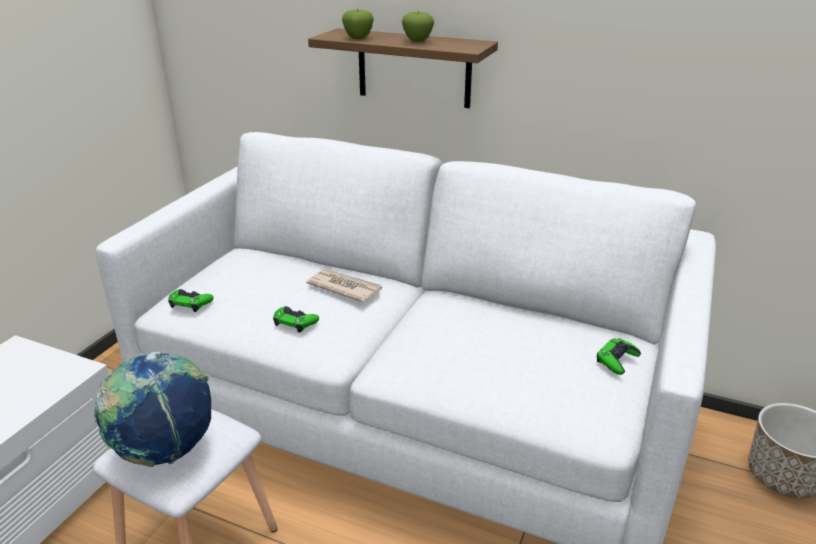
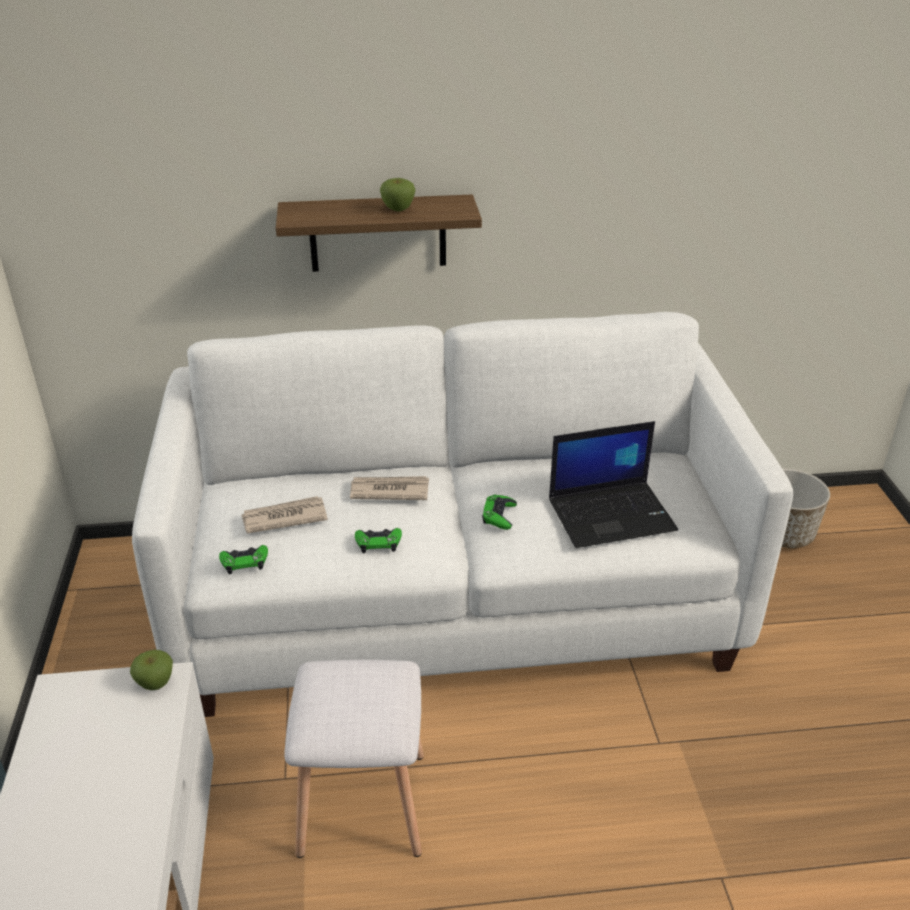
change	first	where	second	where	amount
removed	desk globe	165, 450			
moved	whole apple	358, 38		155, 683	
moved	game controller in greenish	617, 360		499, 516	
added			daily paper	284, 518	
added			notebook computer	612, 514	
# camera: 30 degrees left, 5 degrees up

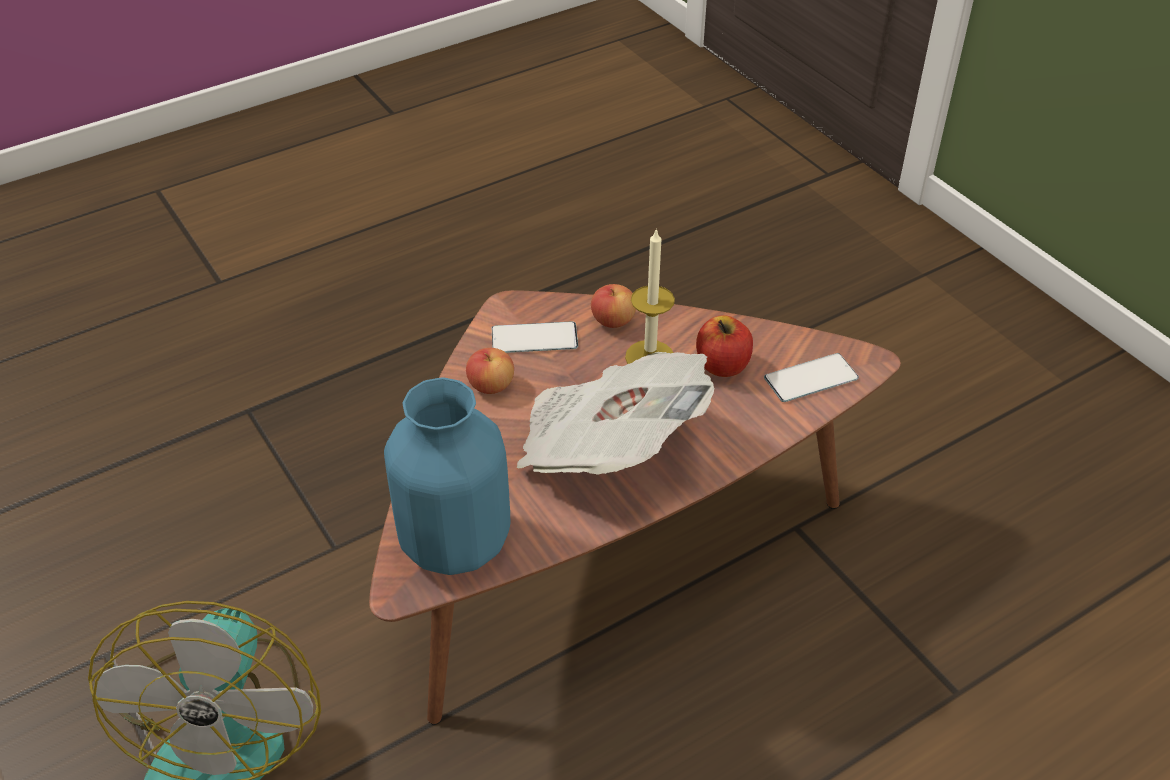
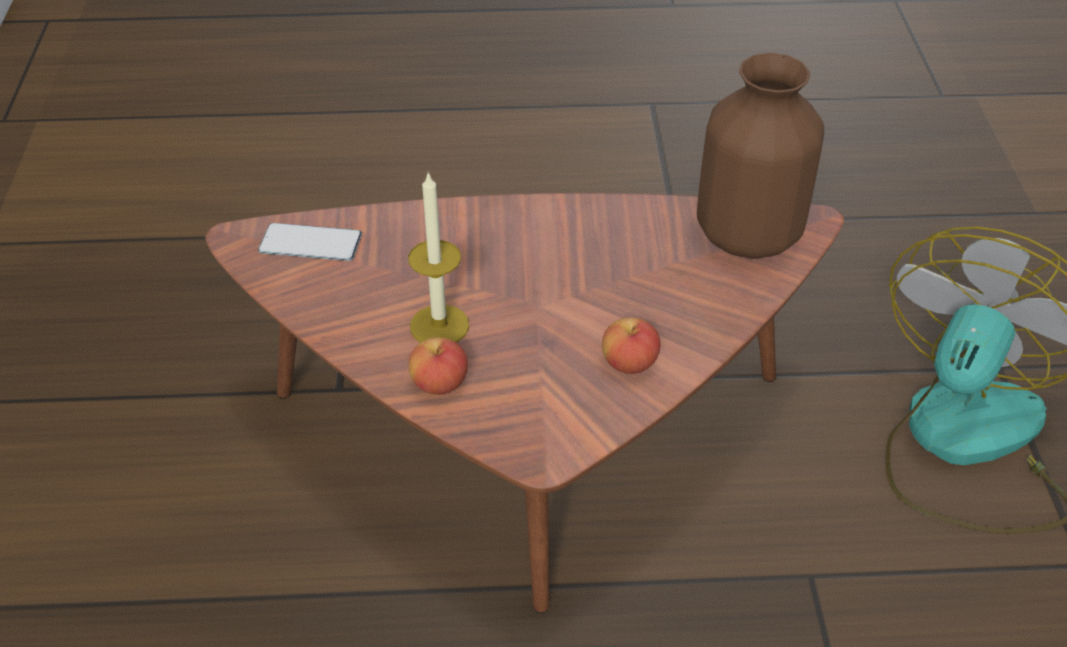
change	first	where	second	where	amount
recoloured	flower vase in blue	454, 542	flower vase in brownish	749, 237	
removed	phone	534, 338			
removed	daily paper	608, 447			
removed	whole apple	722, 365			
# camera: 150 degrees left, 0 degrees up

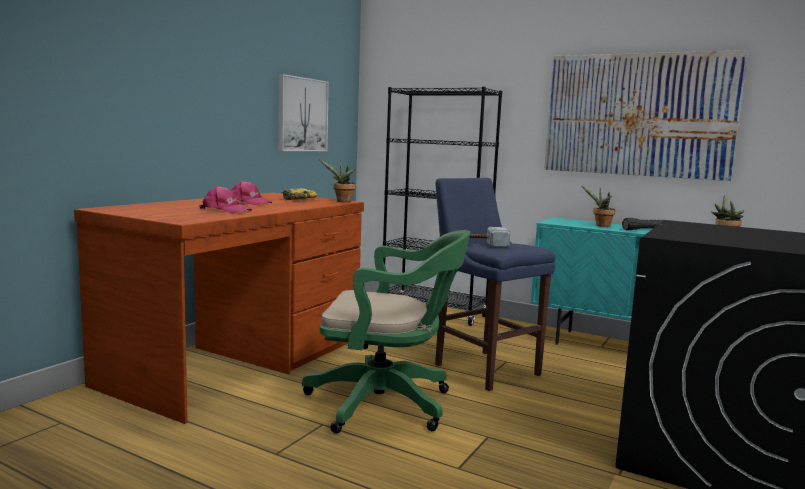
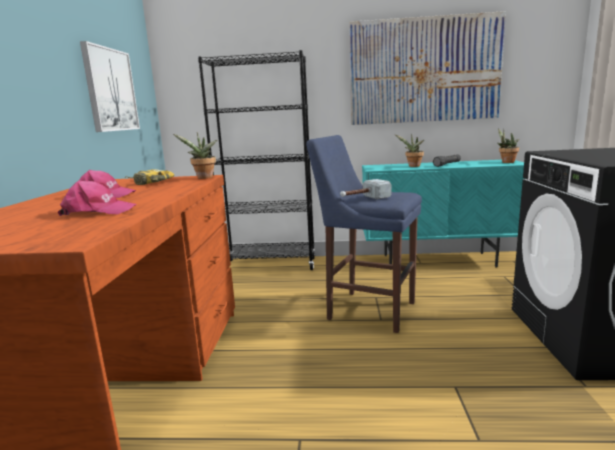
change	first	where	second	where	amount
removed	desk chair in greenish	387, 404			
# camera: 25 degrees left, 5 degrees up

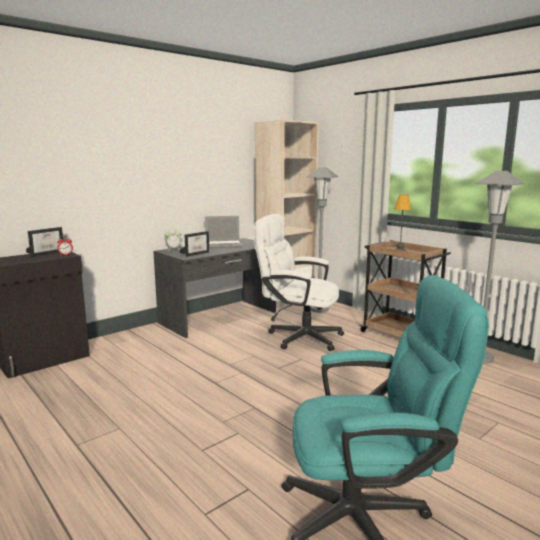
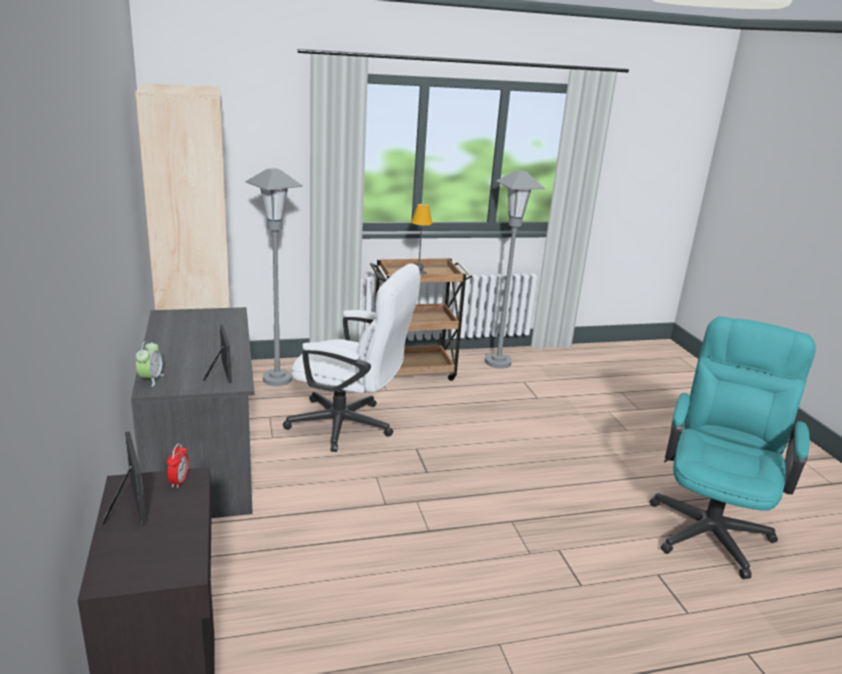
change	first	where	second	where	amount
removed	notebook computer	224, 245			
turned	desk chair in white-coloured	298, 336		350, 426	120 degrees counterclockwise
# camera: 65 degrees left, 10 degrees up

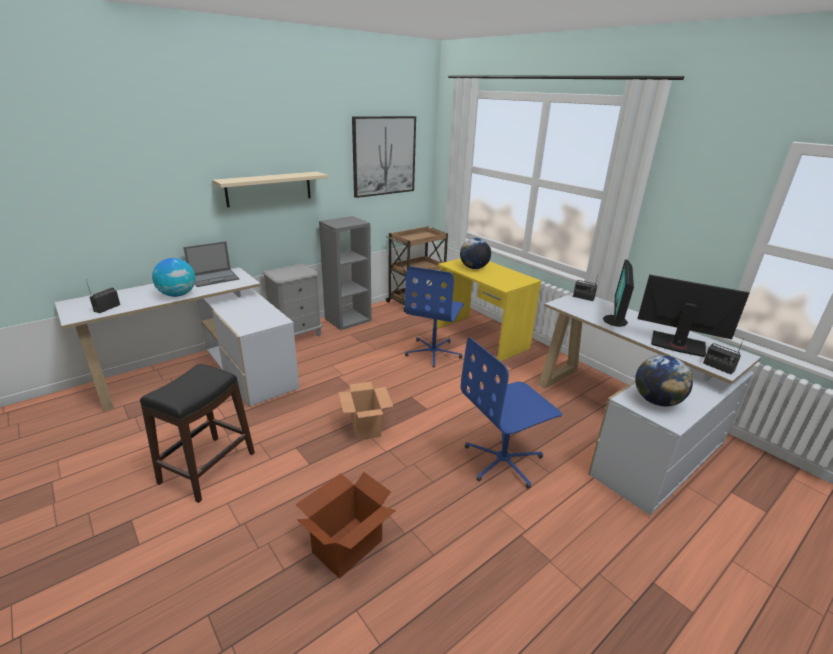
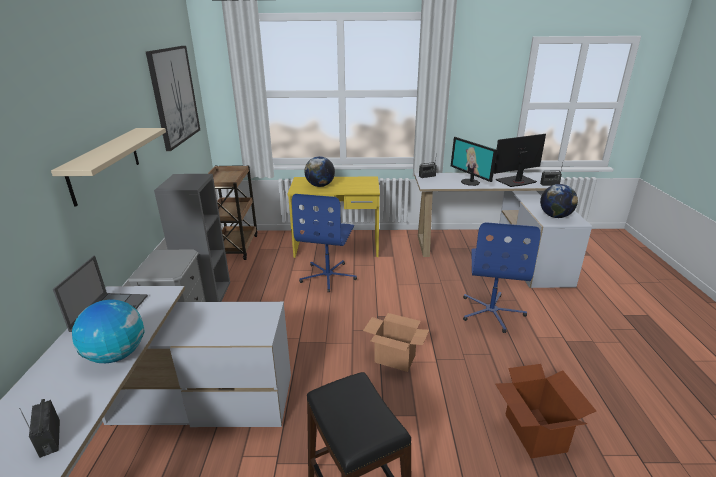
change	first	where	second	where	amount
turned	desk chair in blue	434, 352		328, 276	45 degrees clockwise
# camera: 50 degrees left, 0 degrees up

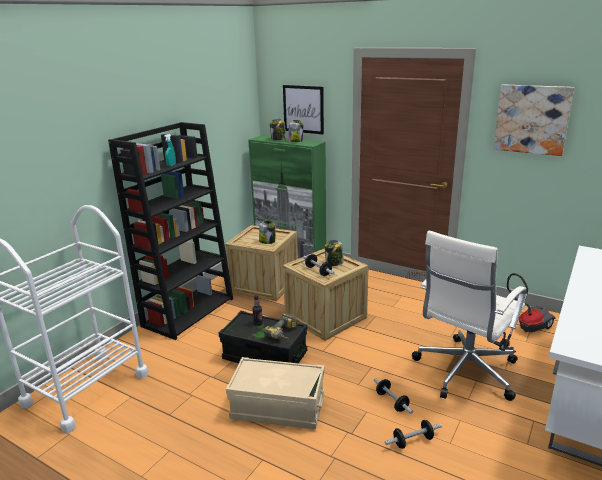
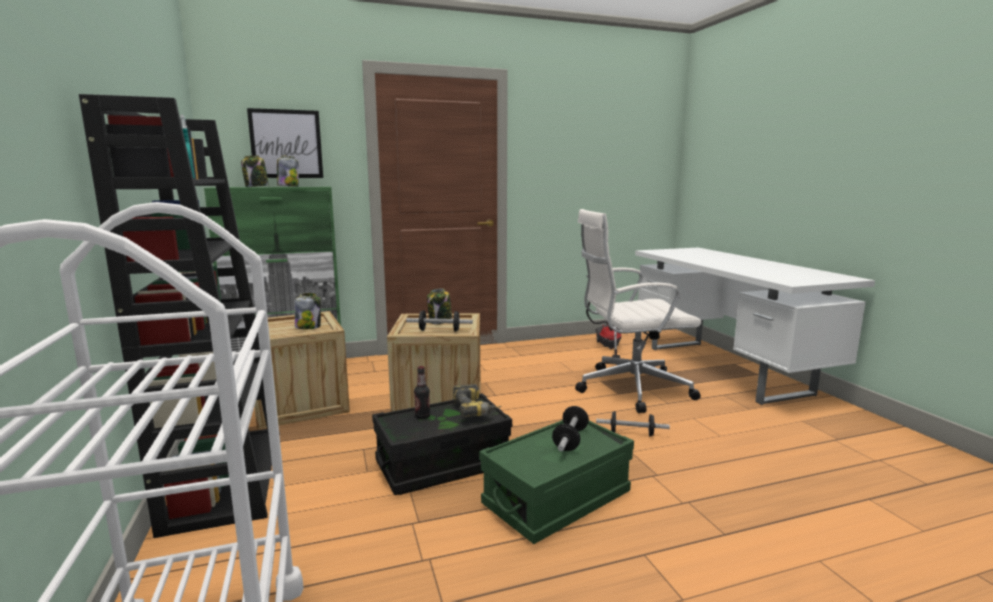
change	first	where	second	where	amount
recoloured	storage box in beige-coloured	278, 408	storage box in greenish	556, 499	
moved	hand weight	413, 441		570, 440	
turned	desk chair in white-coloured	464, 372		629, 388	90 degrees clockwise
removed	picture	532, 119			
# camera: 50 degrees left, 10 degrees down

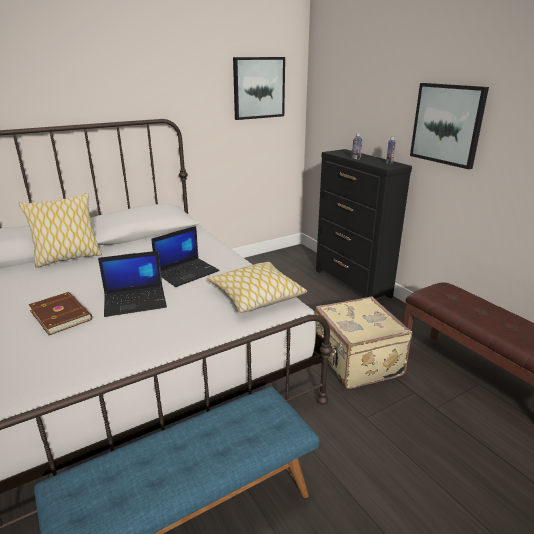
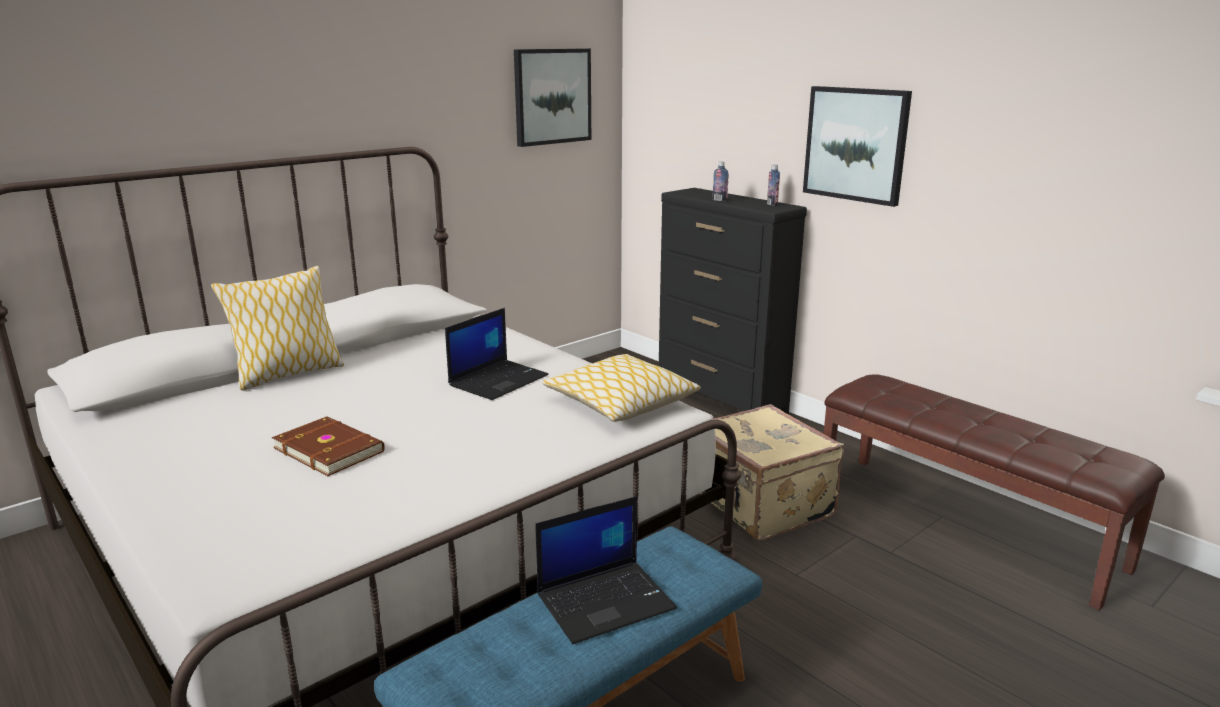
change	first	where	second	where	amount
moved	notebook computer	136, 301		606, 601	
# camera: 10 degrees left, 5 degrees down

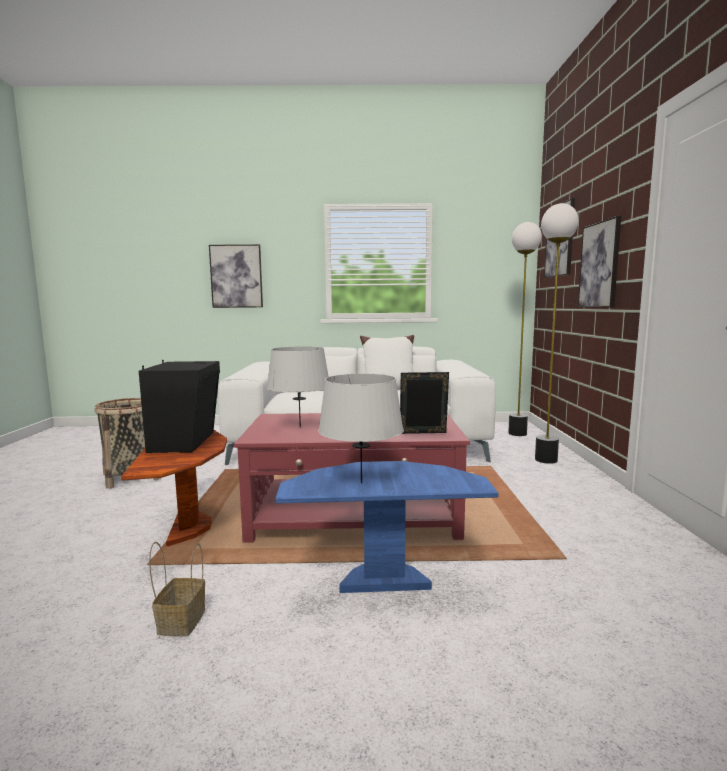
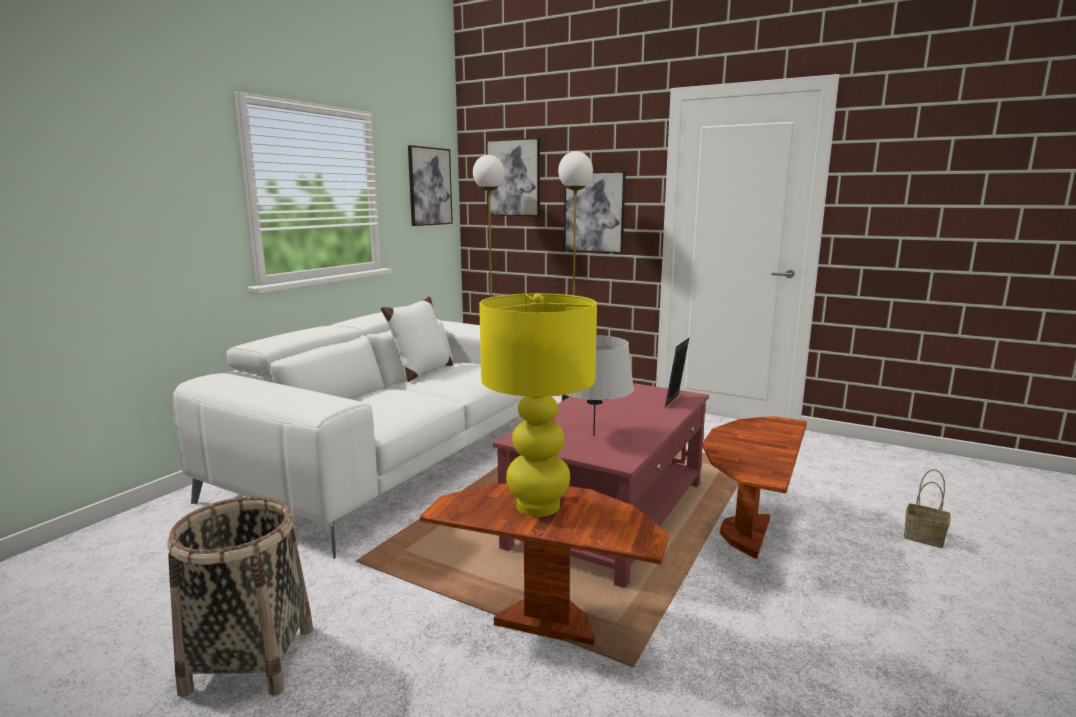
change	first	where	second	where	amount
replaced	audio speaker in black-coloured	186, 441	tabletop lamp in yellow	537, 506	
moved	basket	181, 620		922, 537	
moved	picture	236, 276		429, 186	
recoloured	side table in blue	384, 581	side table in brownish	748, 535	
removed	tabletop lamp in gray	361, 483			
# camera: 60 degrees left, 5 degrees up

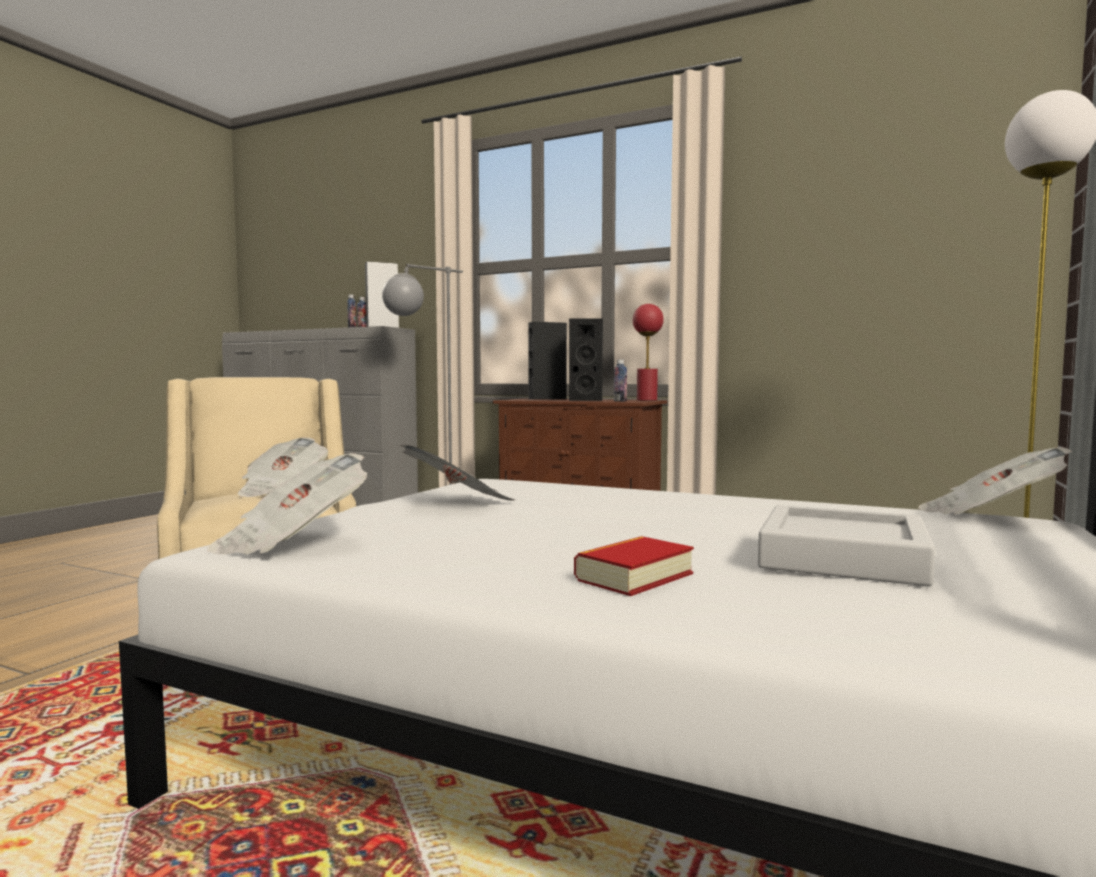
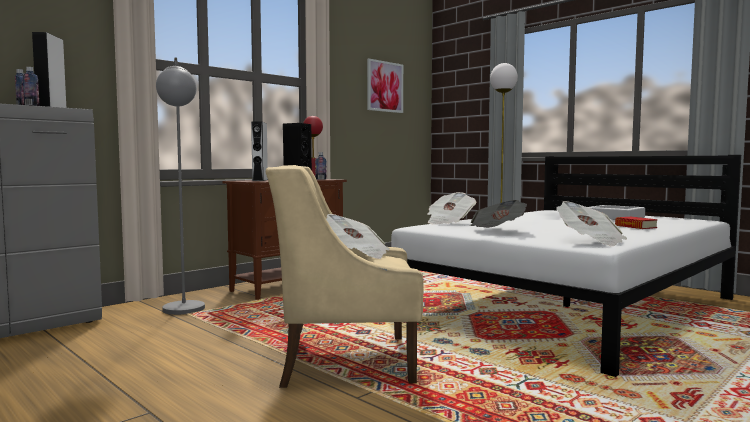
change	first	where	second	where	amount
recoloured	audio speaker in black-coloured	547, 399	audio speaker in white-coloured	260, 180	
moved	daily paper	988, 515		449, 222	
added			picture	384, 86	
# camera: 70 degrees left, 0 degrees up

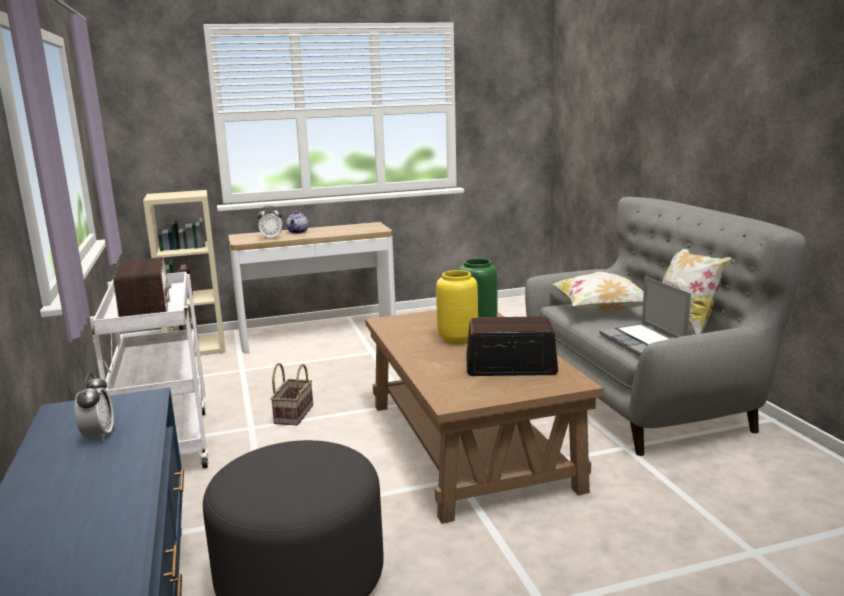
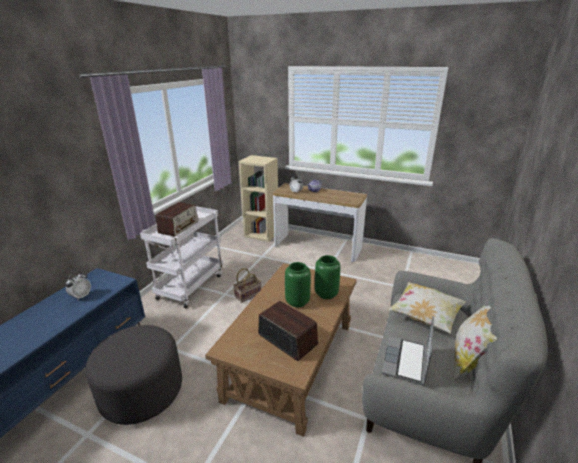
change	first	where	second	where	amount
recoloured	flower vase in yellow	457, 339	flower vase in greenish	297, 301	
# camera: 40 degrees right, 10 degrees up

